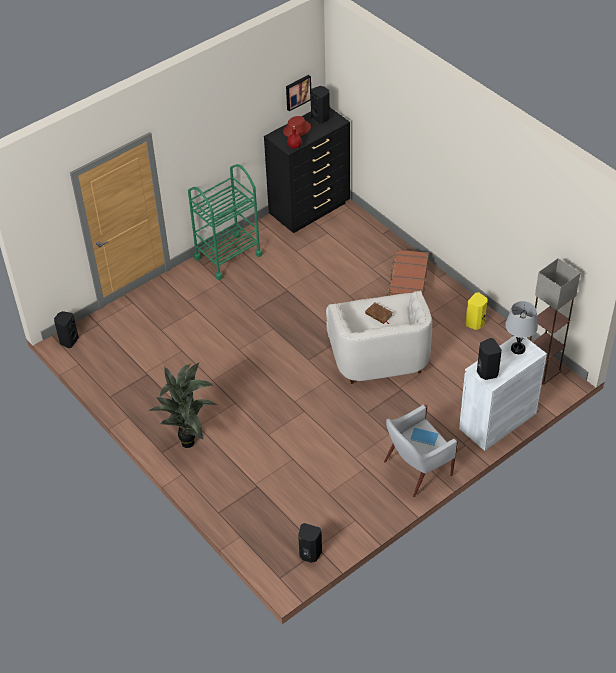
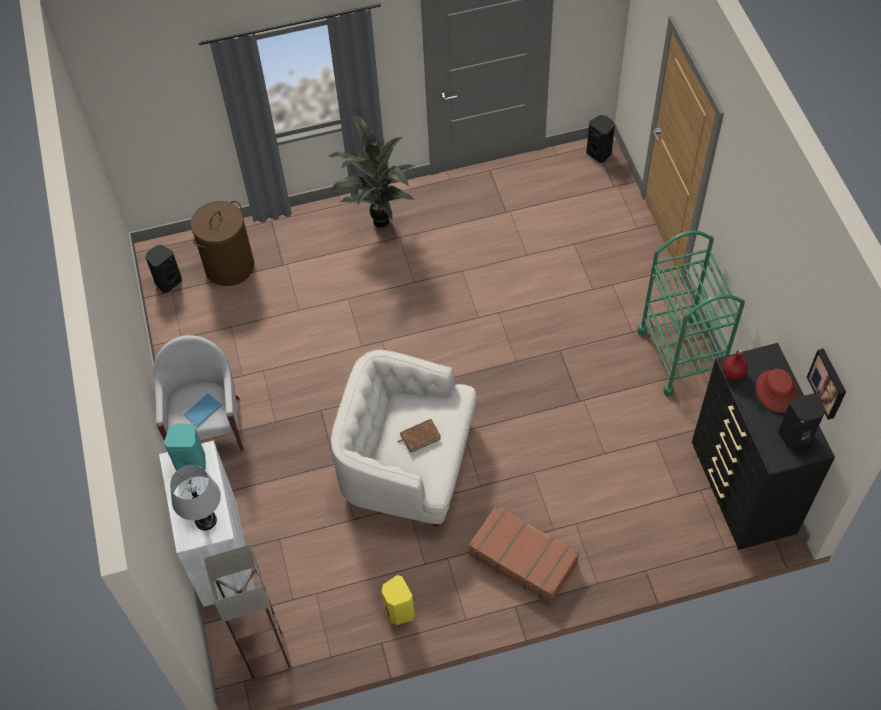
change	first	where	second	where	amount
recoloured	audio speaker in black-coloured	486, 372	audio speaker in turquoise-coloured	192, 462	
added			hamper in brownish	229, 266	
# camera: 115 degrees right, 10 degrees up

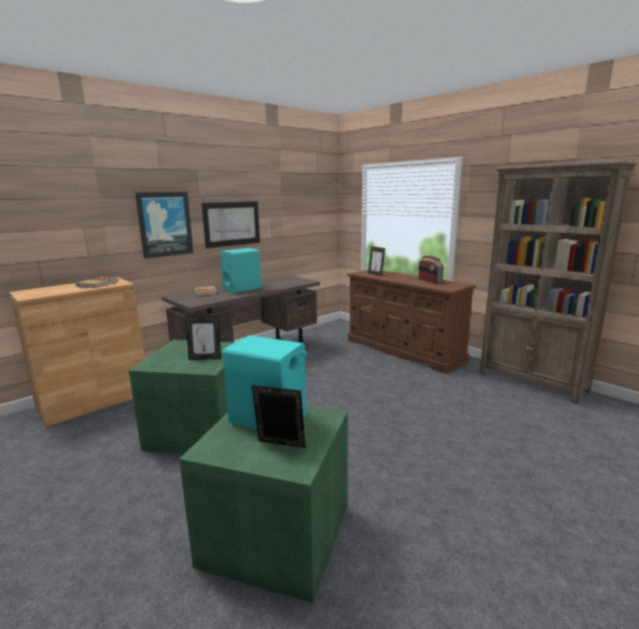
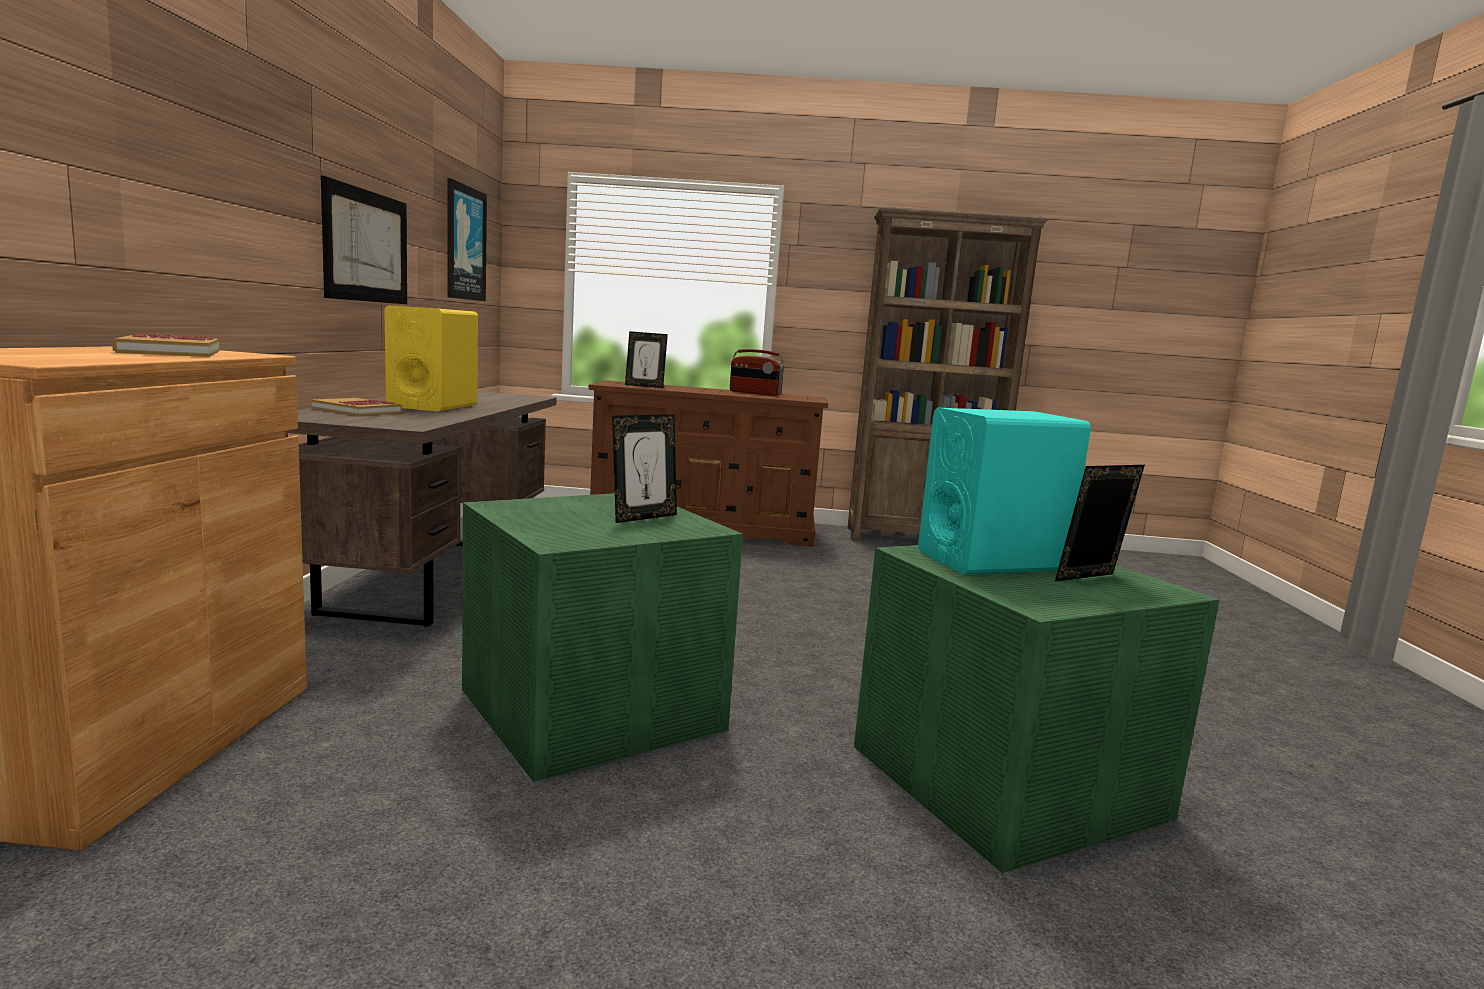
change	first	where	second	where	amount
moved	picture	165, 224		464, 243	
recoloured	audio speaker in turquoise-coloured	242, 289	audio speaker in yellow	433, 406	
# camera: 45 degrees left, 5 degrees down

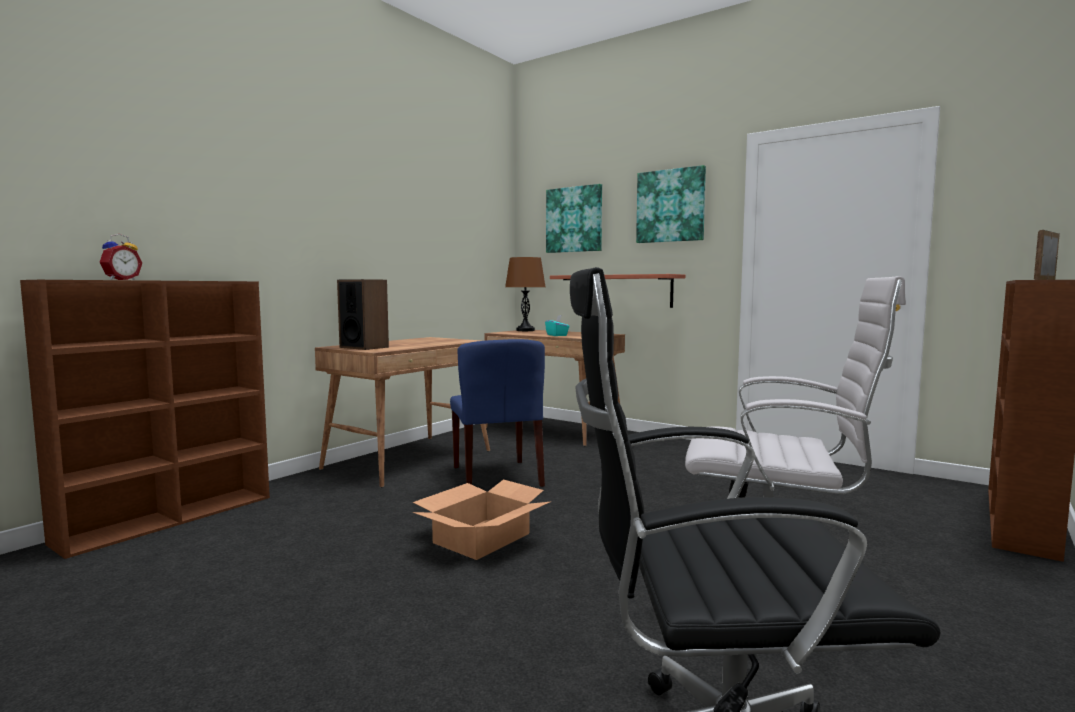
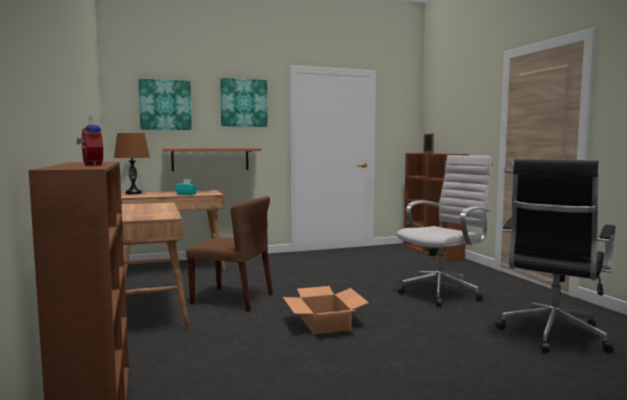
change	first	where	second	where	amount
removed	audio speaker	364, 347			
recoloured	plain chair in blue	497, 476	plain chair in brownish	233, 299	
# camera: 55 degrees left, 0 degrees up

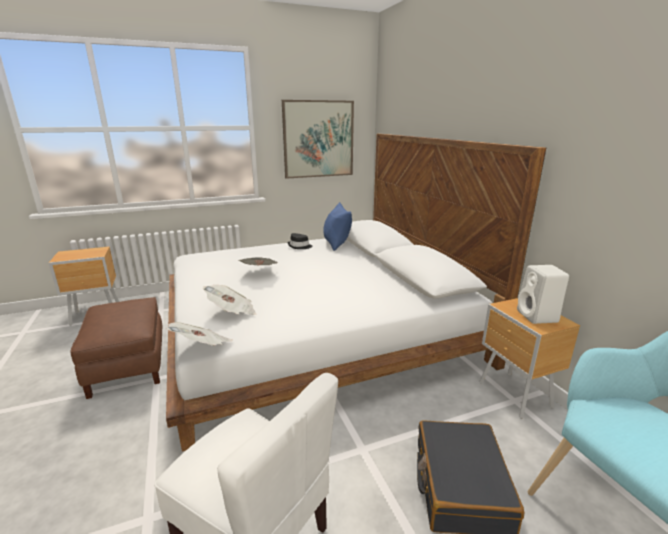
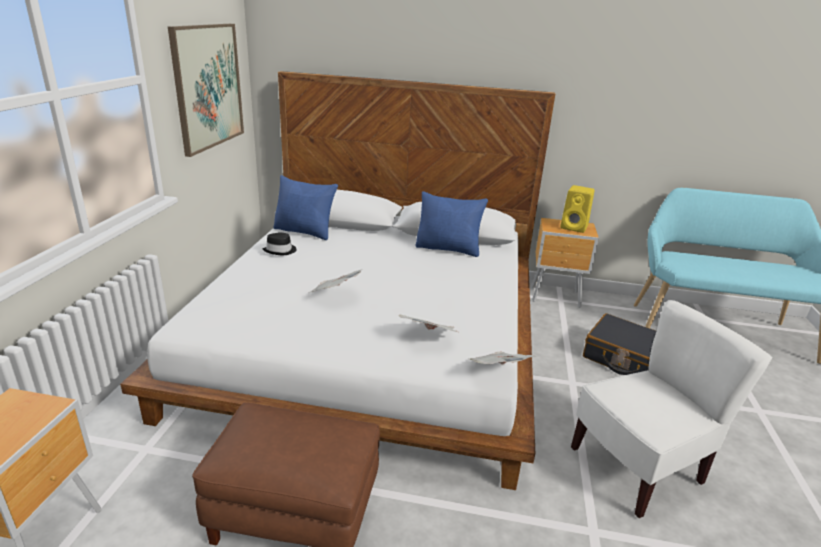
change	first	where	second	where	amount
recoloured	audio speaker in white-coloured	538, 317	audio speaker in yellow	575, 227	
added			pillow in blue	448, 249	
# camera: 60 degrees left, 5 degrees up

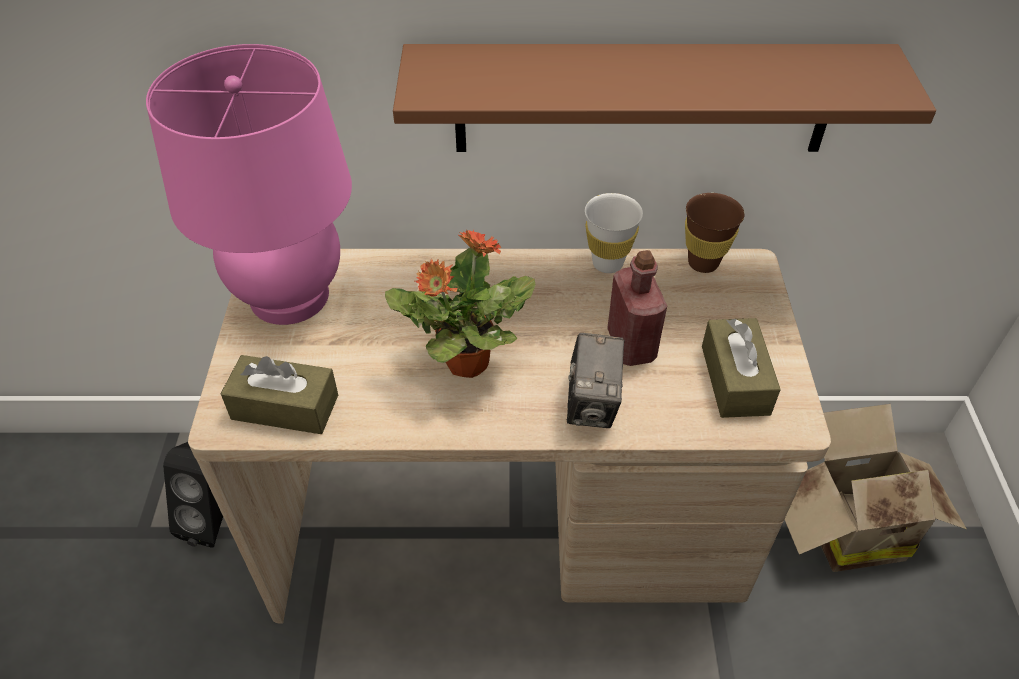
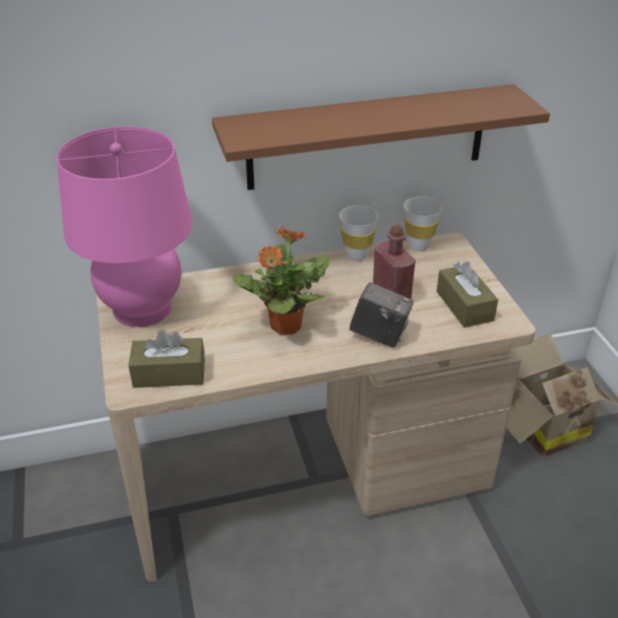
change	first	where	second	where	amount
removed	audio speaker in black-coloured	215, 518			
turned	still camera	592, 404		379, 335	60 degrees counterclockwise
recoloured	small cup in brownish	703, 263	small cup in white-coloured	418, 245	
# camera: 15 degrees left, 10 degrees down

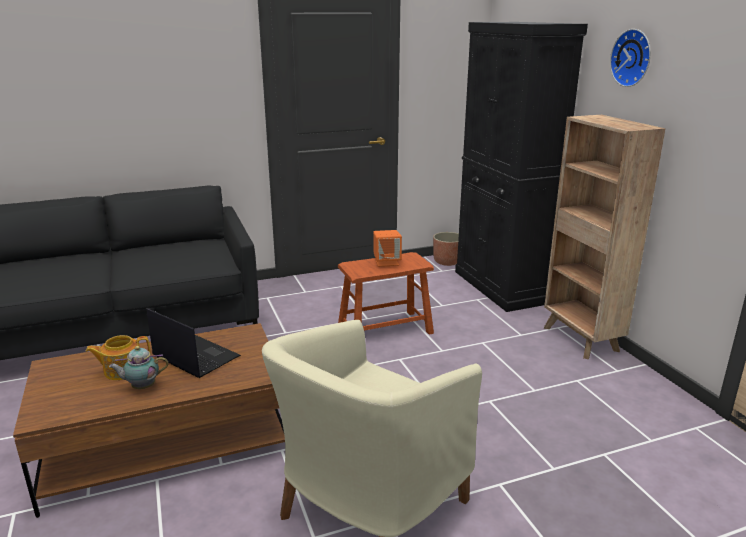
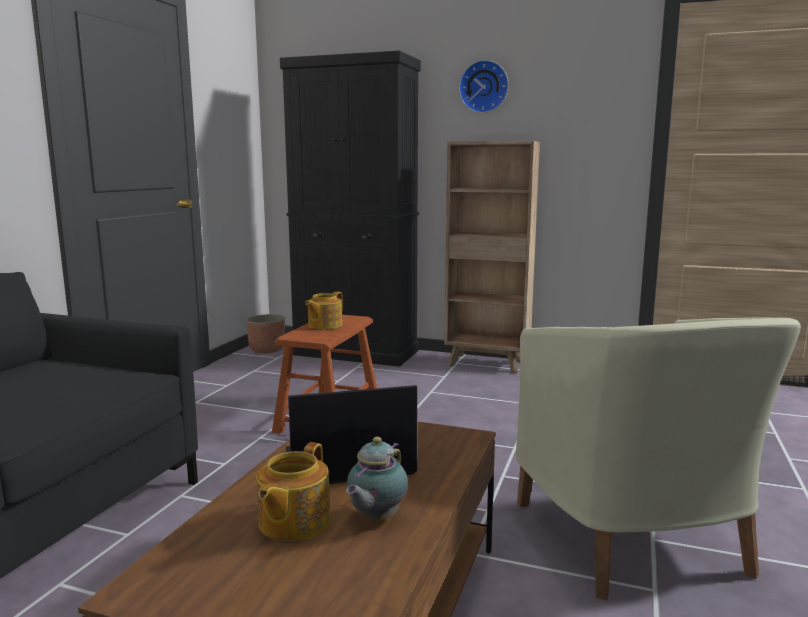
change	first	where	second	where	amount
replaced	audio speaker in orange-coloured	387, 262	pot for tea	324, 325	
# camera: 50 degrees left, 10 degrees down

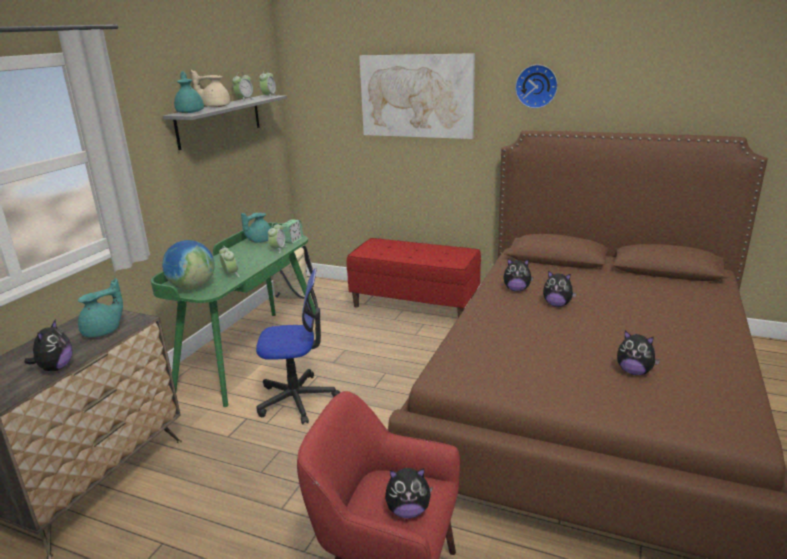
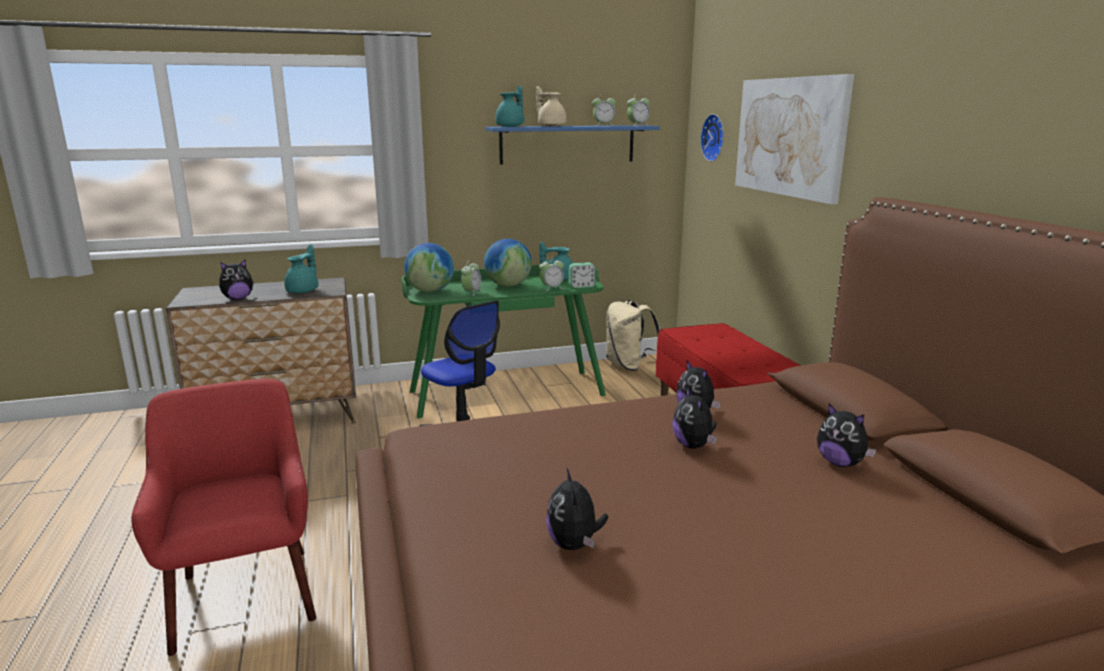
change	first	where	second	where	amount
turned	pot for tea in turquoise-coloured	103, 331		304, 291	75 degrees counterclockwise
recoloured	shelf in gray	219, 121	shelf in blue	567, 144	
moved	soft toy	408, 510		840, 463	
moved	wall clock	536, 86		715, 137	
added			desk globe	508, 285	
# camera: 50 degrees right, 5 degrees down

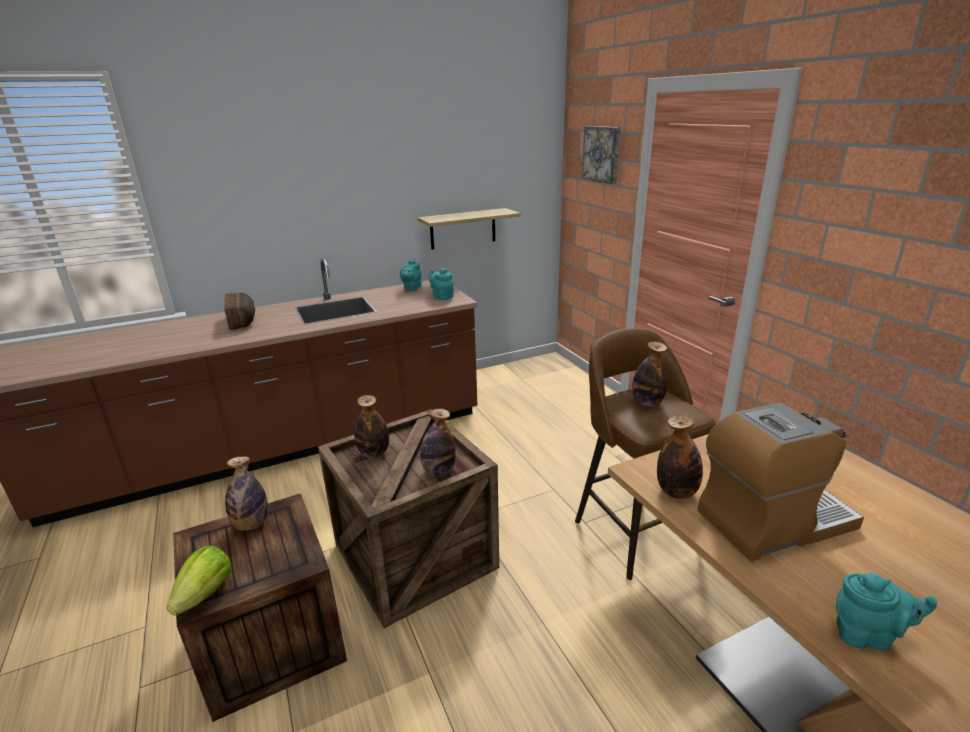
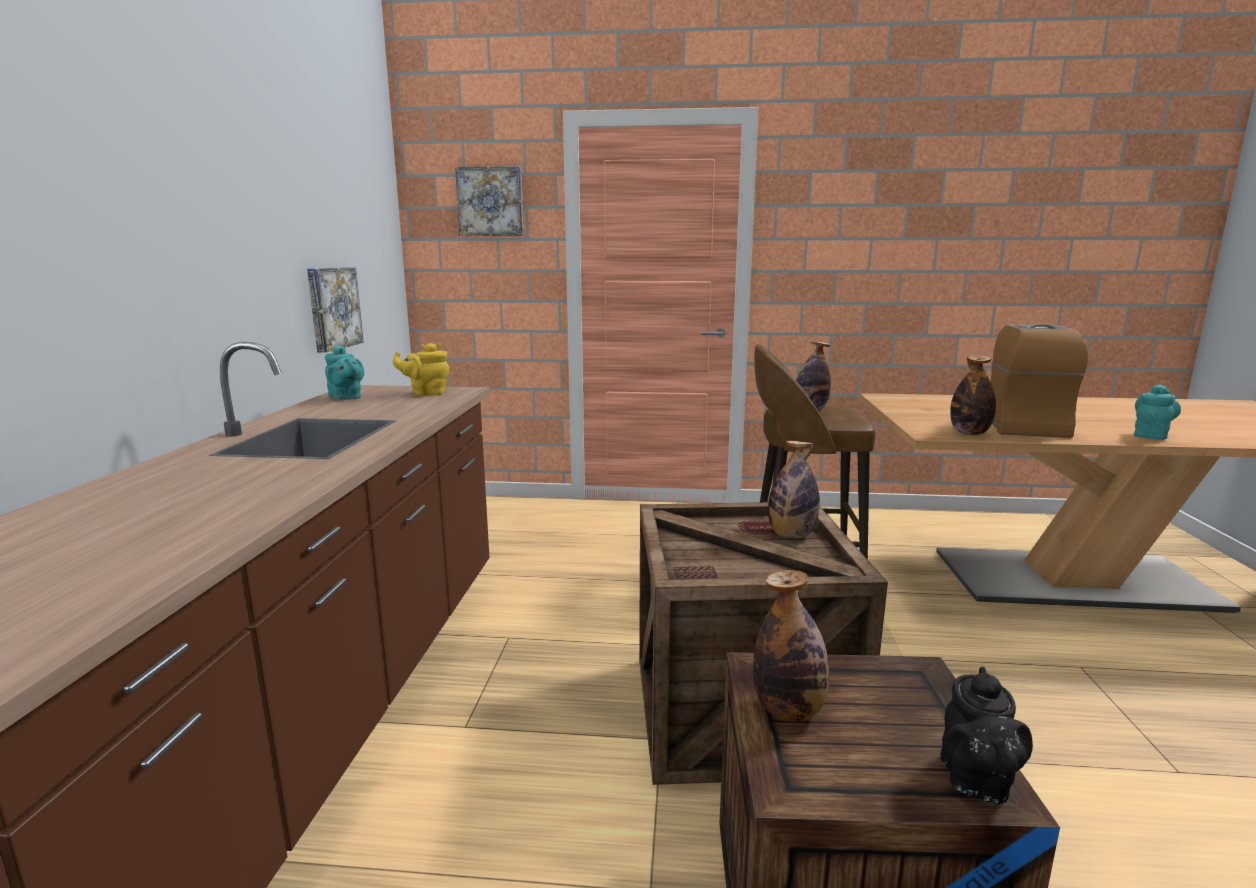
change	first	where	second	where	amount
replaced	lettuce head	206, 593	pot for tea in black-coloured	975, 782	
removed	bakery bread	243, 321			
removed	drink bottle	374, 453			
replaced	shelf	463, 228	picture	332, 308	
recoloured	pot for tea in turquoise-coloured	442, 297	pot for tea in yellow	426, 393	
# camera: 60 degrees left, 10 degrees down

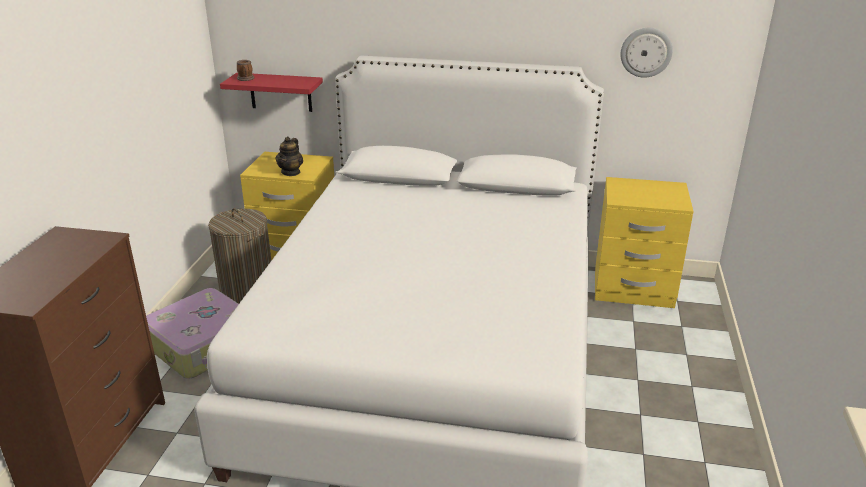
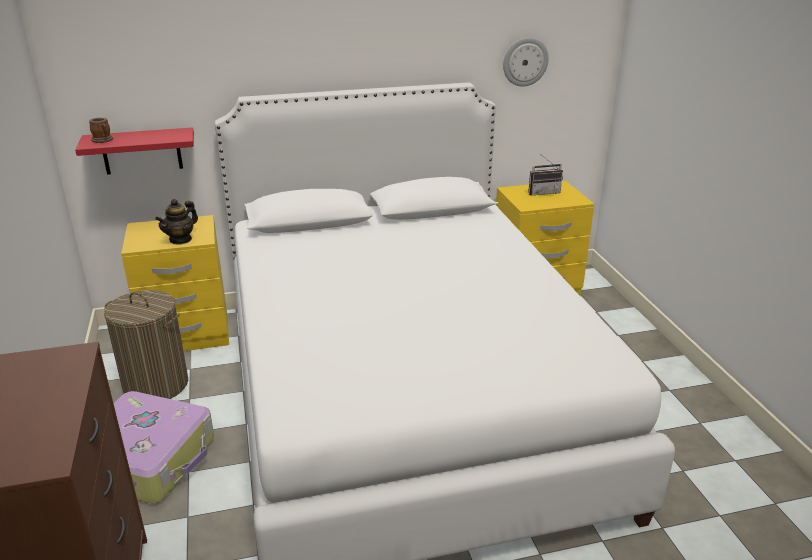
change	first	where	second	where	amount
turned	pot for tea	291, 172		181, 239	45 degrees clockwise
added			radio receiver	543, 192	
# camera: 25 degrees left, 0 degrees up

